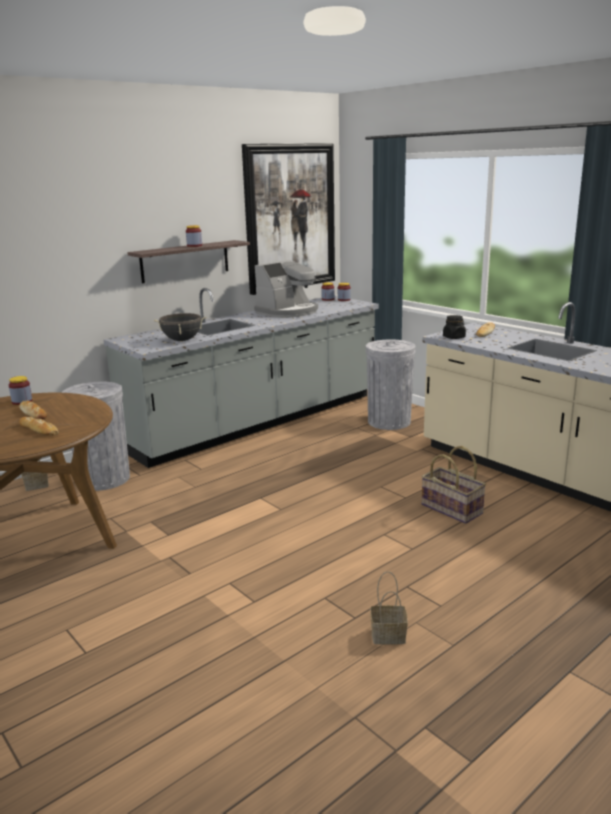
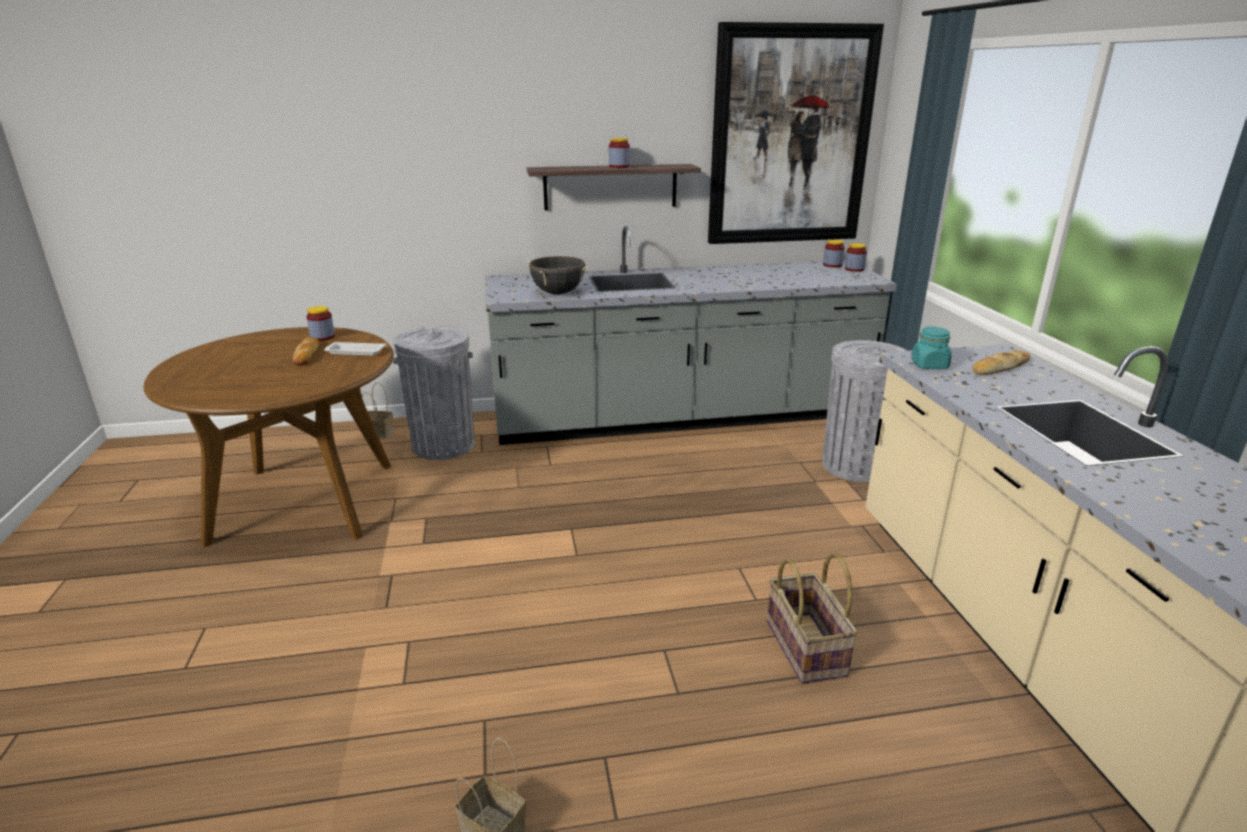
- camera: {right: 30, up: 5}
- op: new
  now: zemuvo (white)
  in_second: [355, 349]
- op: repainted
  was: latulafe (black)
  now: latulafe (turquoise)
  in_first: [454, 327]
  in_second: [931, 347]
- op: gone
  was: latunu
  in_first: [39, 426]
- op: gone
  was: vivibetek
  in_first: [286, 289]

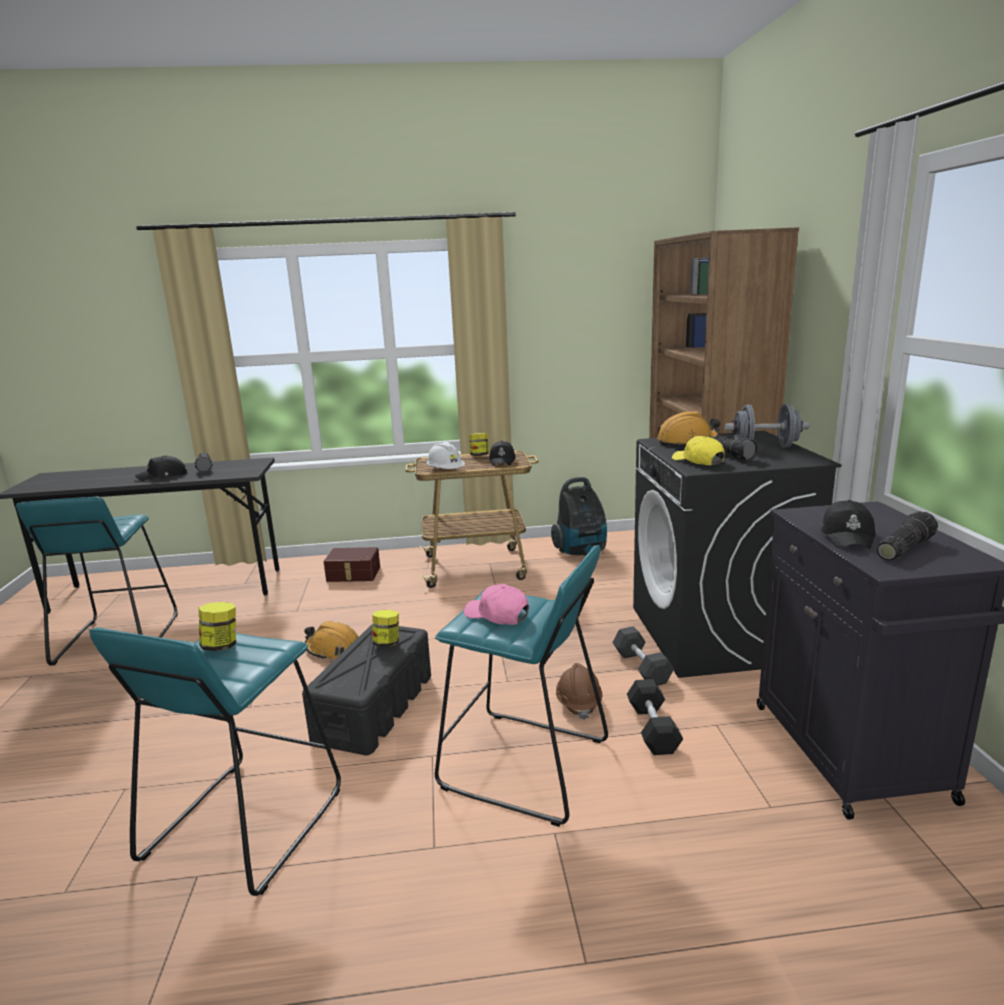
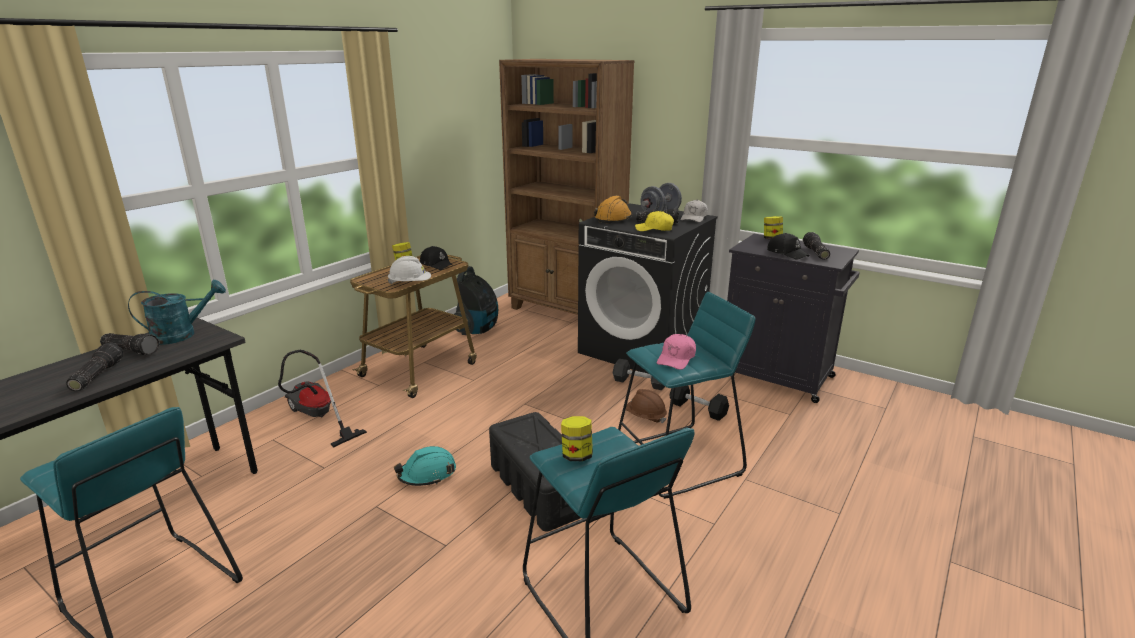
- camera: {right: -50, up: 5}
- op: swapped
  was: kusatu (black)
  now: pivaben
  in_first: [161, 468]
  in_second: [94, 367]
- op: new
  now: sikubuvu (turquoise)
  in_second: [177, 312]
- op: swapped
  was: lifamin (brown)
  now: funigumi
  in_first: [352, 564]
  in_second: [322, 399]
- op: repainted
  was: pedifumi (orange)
  now: pedifumi (turquoise)
  in_first: [331, 640]
  in_second: [425, 466]
- op: rotated
  was: kusatu (pink)
  in_first: [496, 604]
  in_second: [676, 352]
  clockwise: -45
- op: new
  now: kusatu (white)
  in_second: [694, 211]
- op: shifted
  was: latulafe
  in_first: [386, 628]
  in_second: [773, 227]

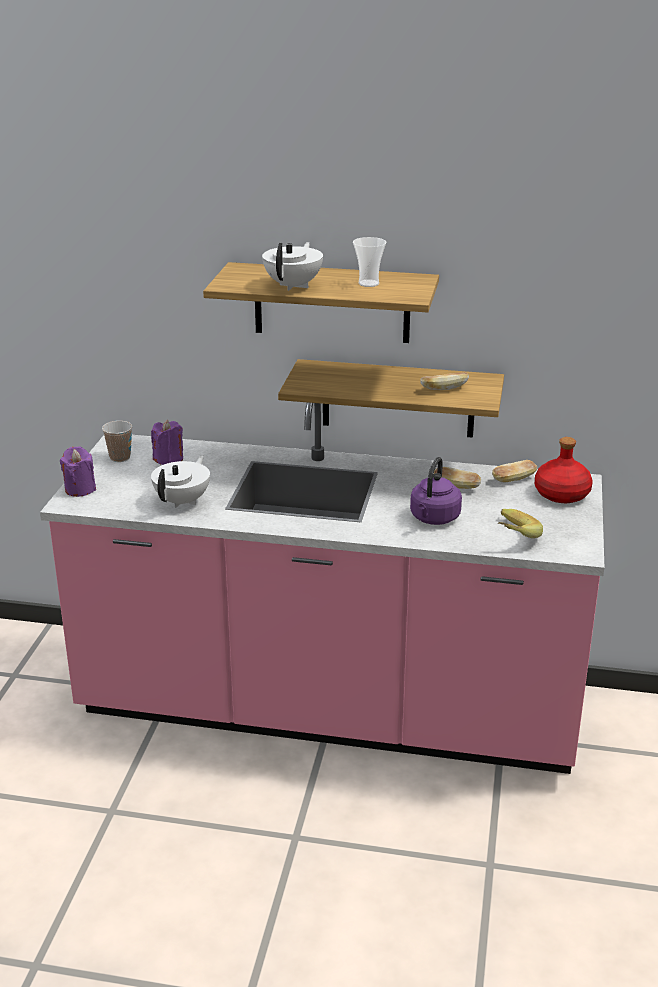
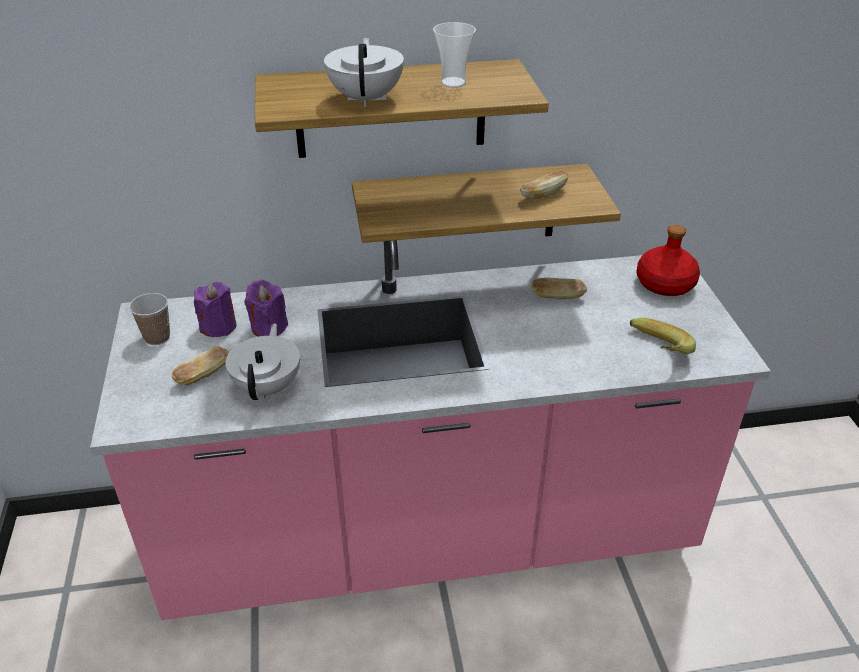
- camera: {right: -20, up: 10}
- op: shifted
  was: latunu
  in_first: [514, 471]
  in_second: [200, 366]
- op: shifted
  was: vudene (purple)
  in_first: [78, 471]
  in_second: [266, 308]
- op: gone
  was: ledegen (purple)
  in_first: [436, 491]

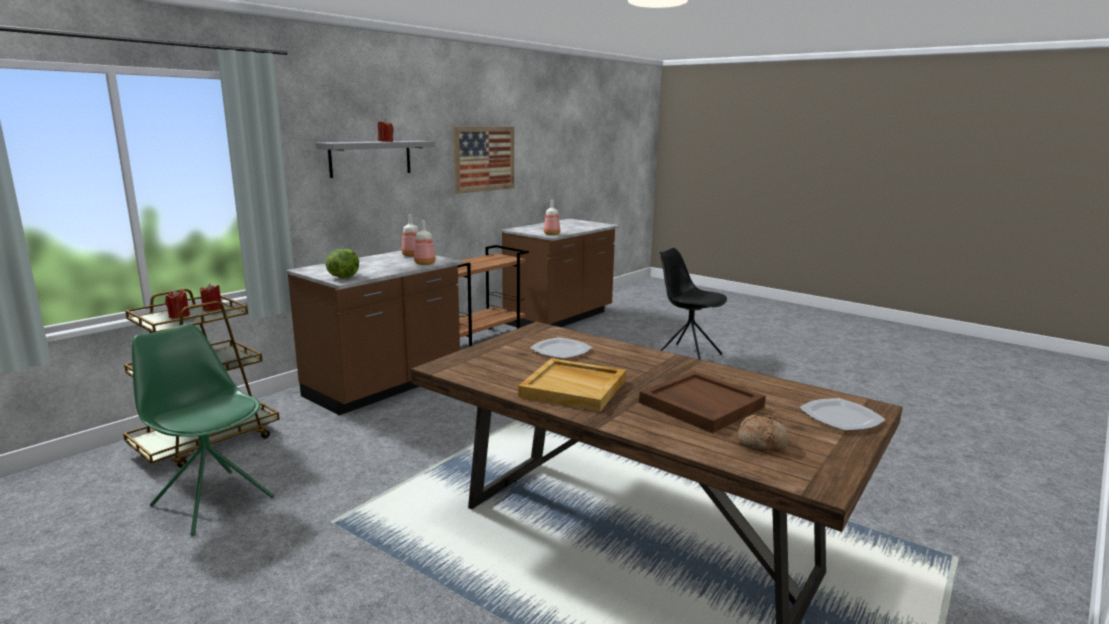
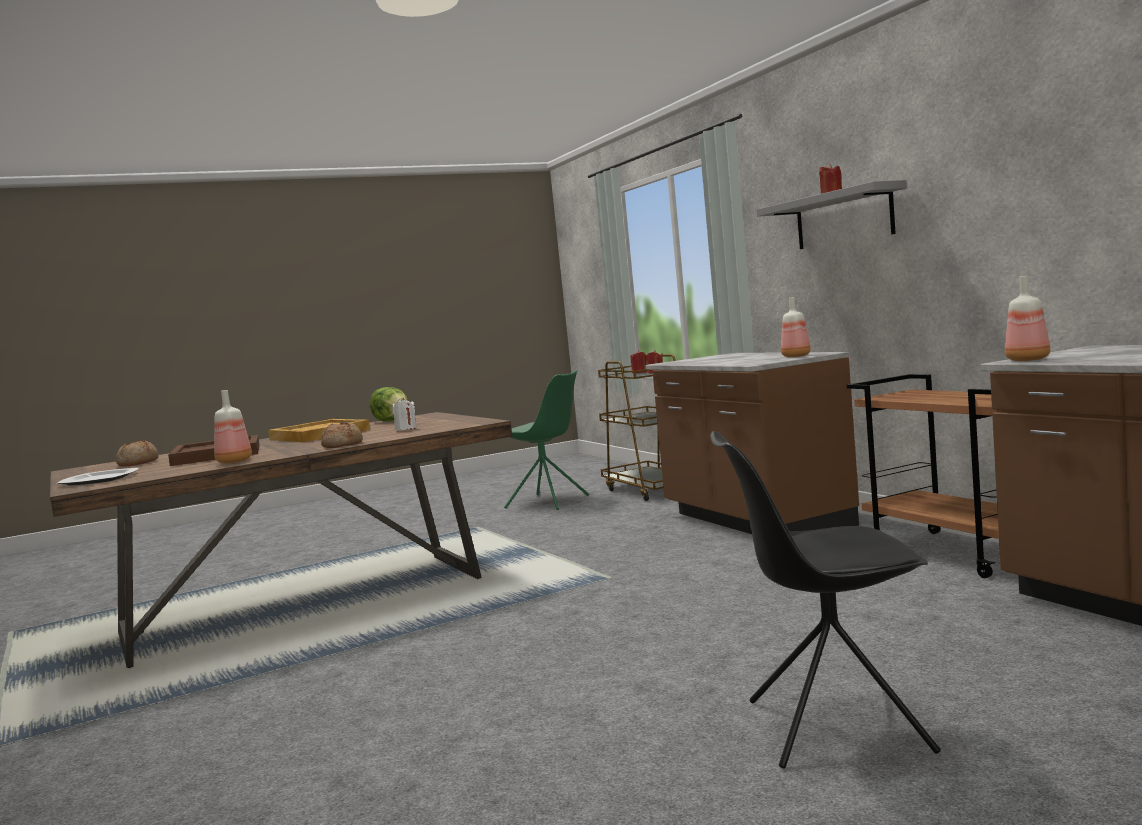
- camera: {right: 115, up: -10}
- op: shifted
  was: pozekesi
  in_first: [425, 242]
  in_second: [233, 427]
- op: new
  now: latunu
  in_second: [342, 435]
- op: shifted
  was: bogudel
  in_first: [342, 263]
  in_second: [389, 404]
- op: swapped
  was: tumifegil
  now: vudene (white)
  in_first: [561, 348]
  in_second: [405, 414]
- op: rotated
  was: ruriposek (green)
  in_first: [203, 430]
  in_second: [546, 440]
  clockwise: 60
- op: rotated
  was: ruriposek (black)
  in_first: [693, 304]
  in_second: [825, 600]
  clockwise: -150
- op: gone
  was: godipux
  in_first: [483, 160]

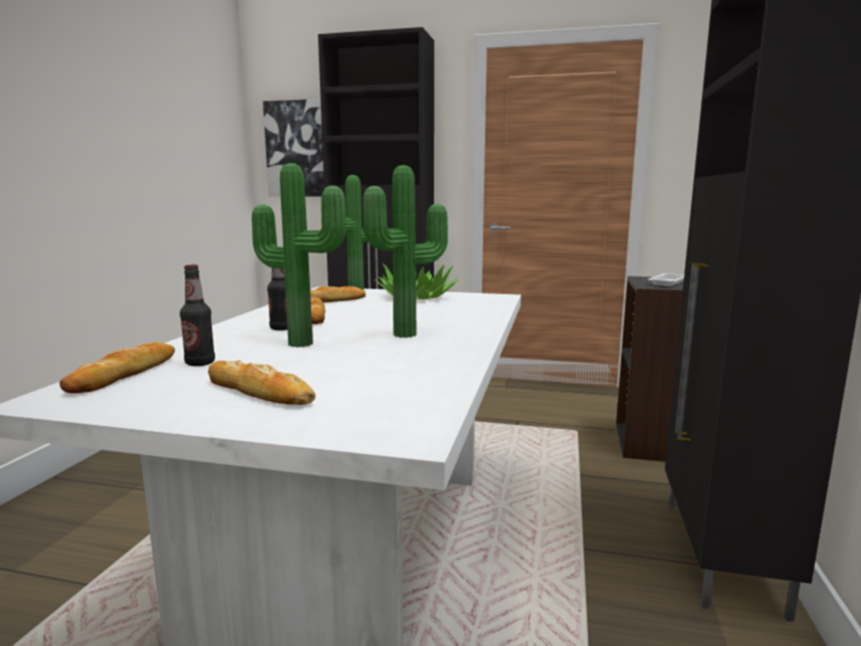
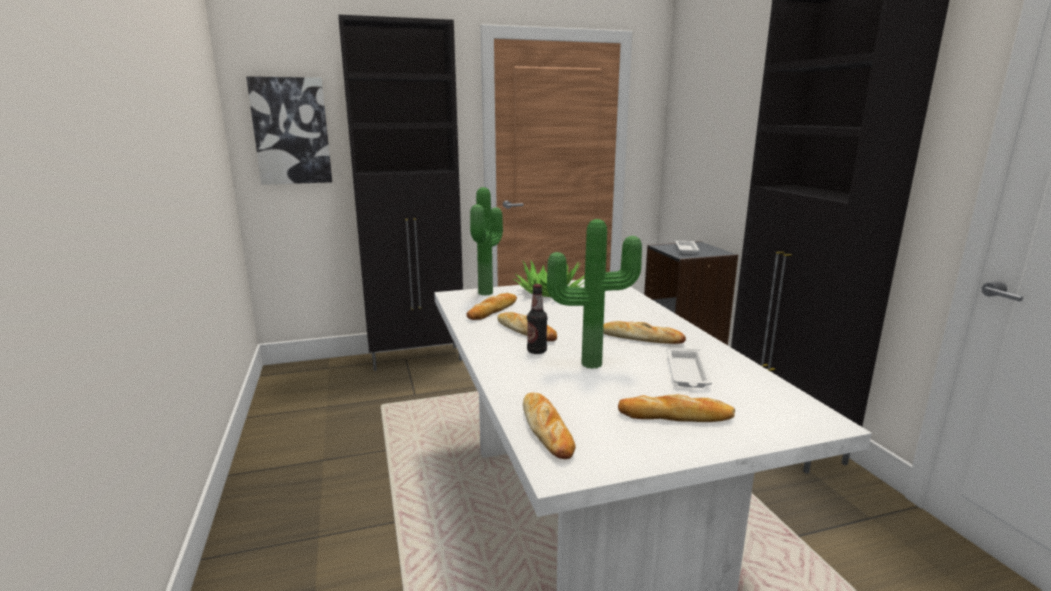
- camera: {right: -30, up: 5}
- op: swapped
  was: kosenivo
  now: latunu
  in_first: [405, 251]
  in_second: [644, 332]
- op: new
  now: zemuvo (white)
  in_second: [689, 367]
- op: gone
  was: pozekesi
  in_first: [197, 315]

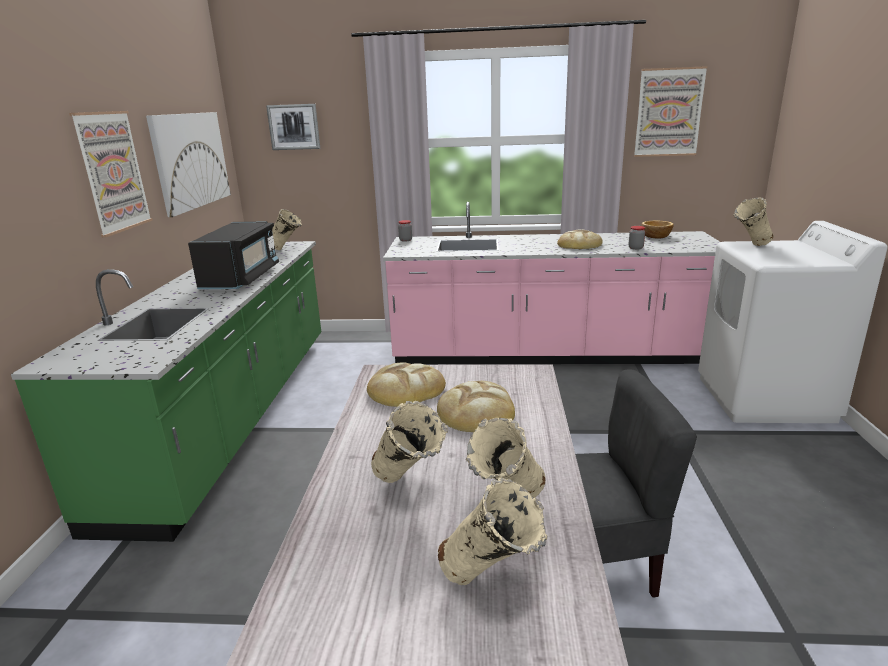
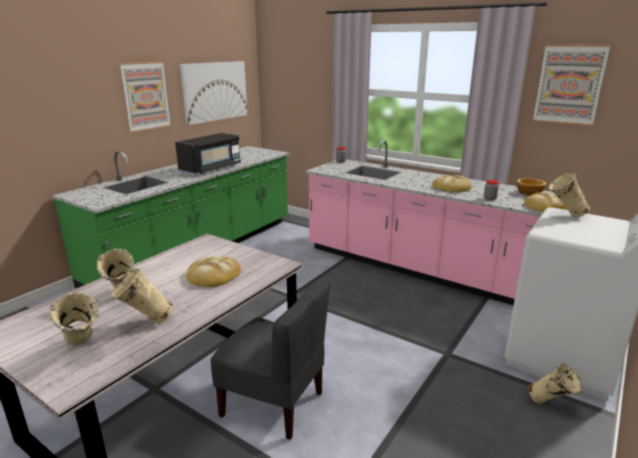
- camera: {right: 30, up: 0}
- op: shifted
  was: latunu
  in_first: [406, 384]
  in_second: [546, 202]
- op: shifted
  was: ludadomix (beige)
  in_first: [287, 229]
  in_second: [555, 383]
- op: gone
  was: godipux
  in_first: [293, 127]

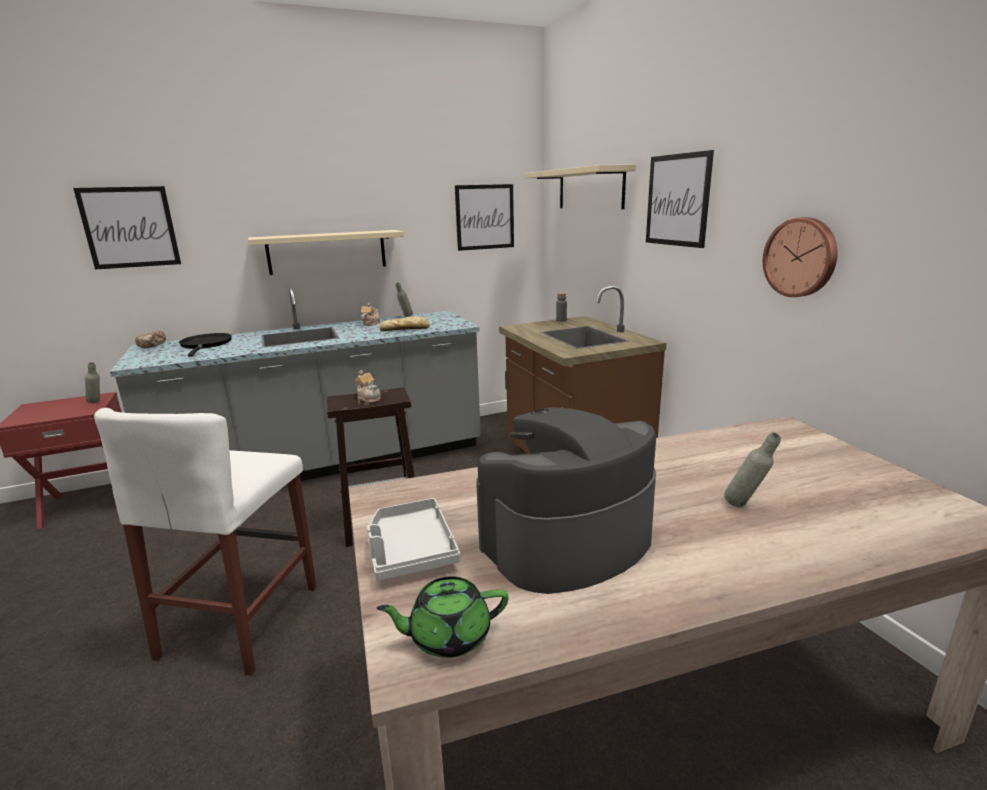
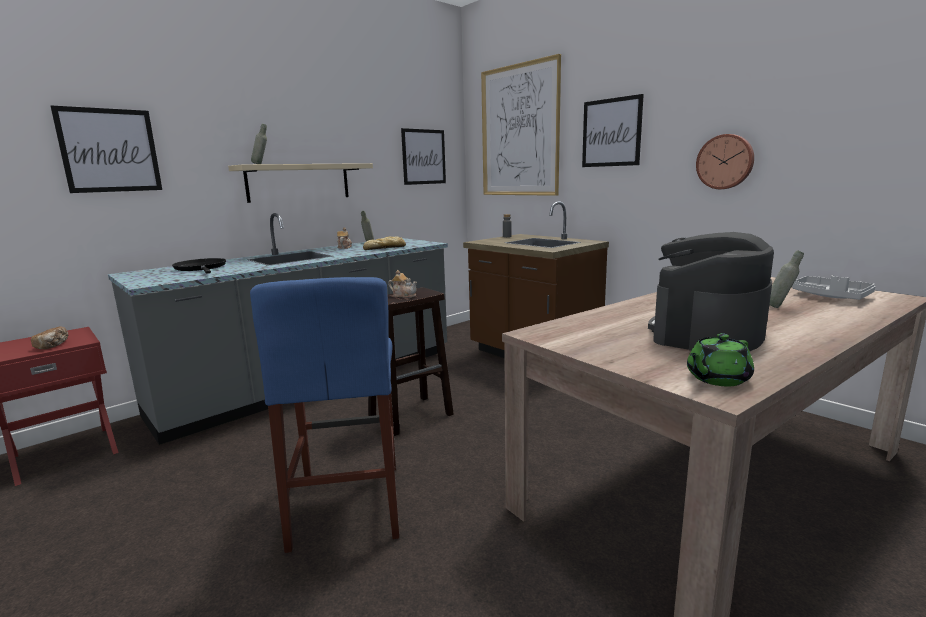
- camera: {right: -20, up: -5}
- op: shifted
  was: latunu
  in_first: [150, 339]
  in_second: [50, 337]
- op: repainted
  was: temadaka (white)
  now: temadaka (blue)
  in_first: [205, 542]
  in_second: [324, 415]
- op: shifted
  was: pozekesi (grey)
  in_first: [92, 382]
  in_second: [259, 144]
- op: swapped
  was: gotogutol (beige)
  now: godipux
  in_first: [580, 186]
  in_second: [521, 125]
- op: shifted
  was: zemuvo (grey)
  in_first: [413, 539]
  in_second: [834, 288]

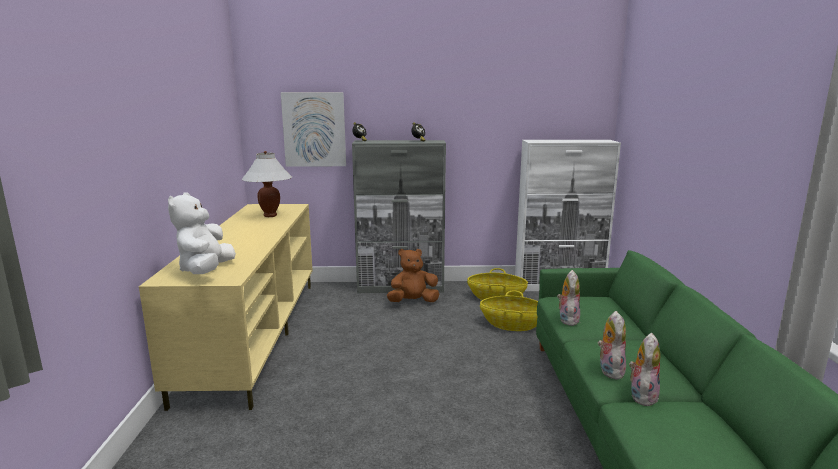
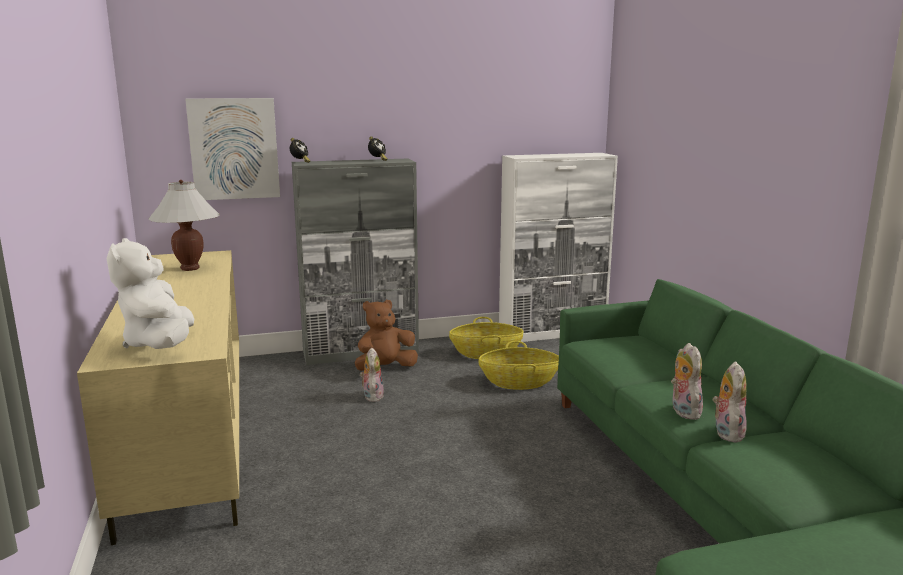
- camera: {right: -15, up: 0}
- op: shifted
  was: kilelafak
  in_first: [568, 298]
  in_second: [372, 374]

